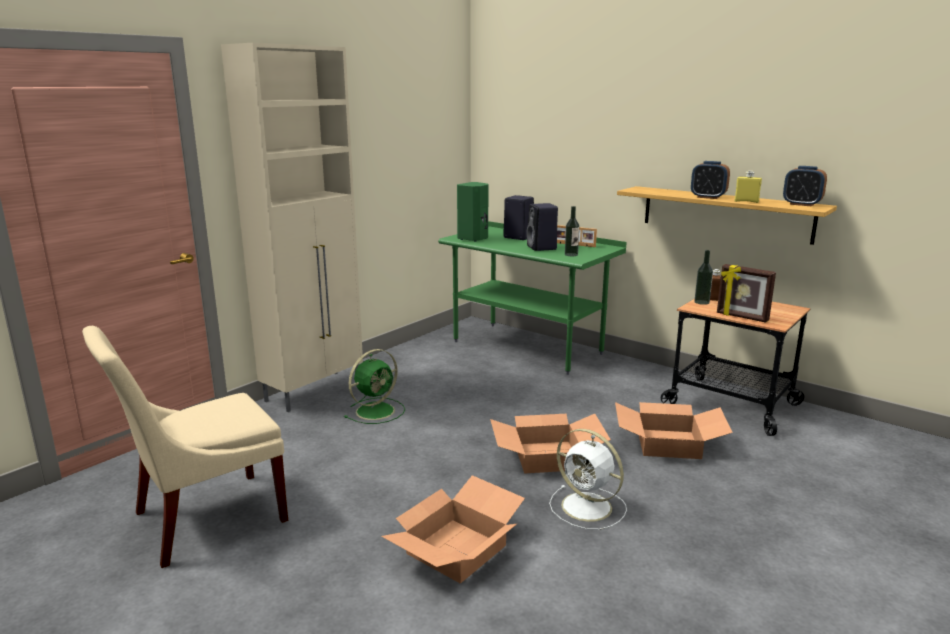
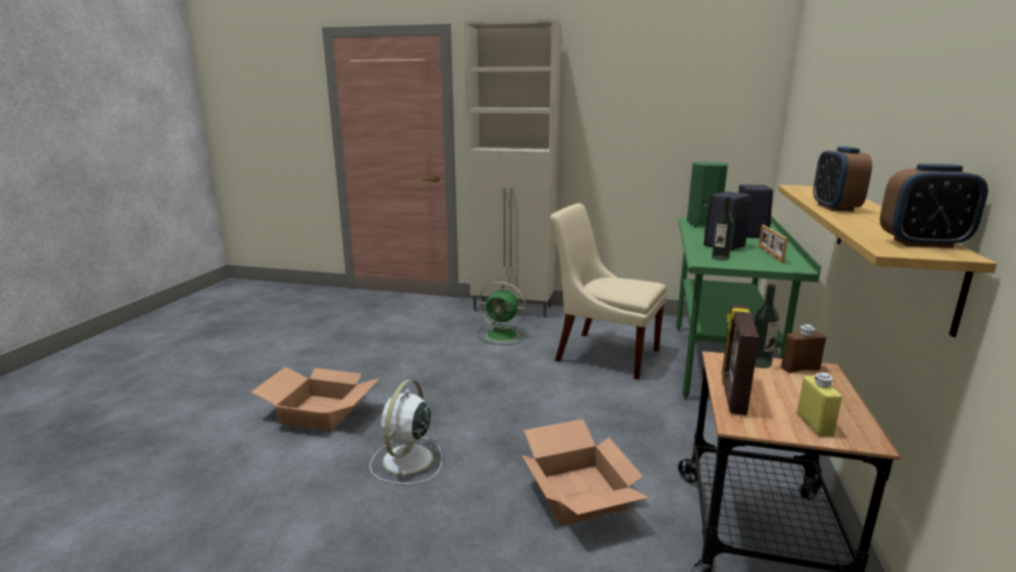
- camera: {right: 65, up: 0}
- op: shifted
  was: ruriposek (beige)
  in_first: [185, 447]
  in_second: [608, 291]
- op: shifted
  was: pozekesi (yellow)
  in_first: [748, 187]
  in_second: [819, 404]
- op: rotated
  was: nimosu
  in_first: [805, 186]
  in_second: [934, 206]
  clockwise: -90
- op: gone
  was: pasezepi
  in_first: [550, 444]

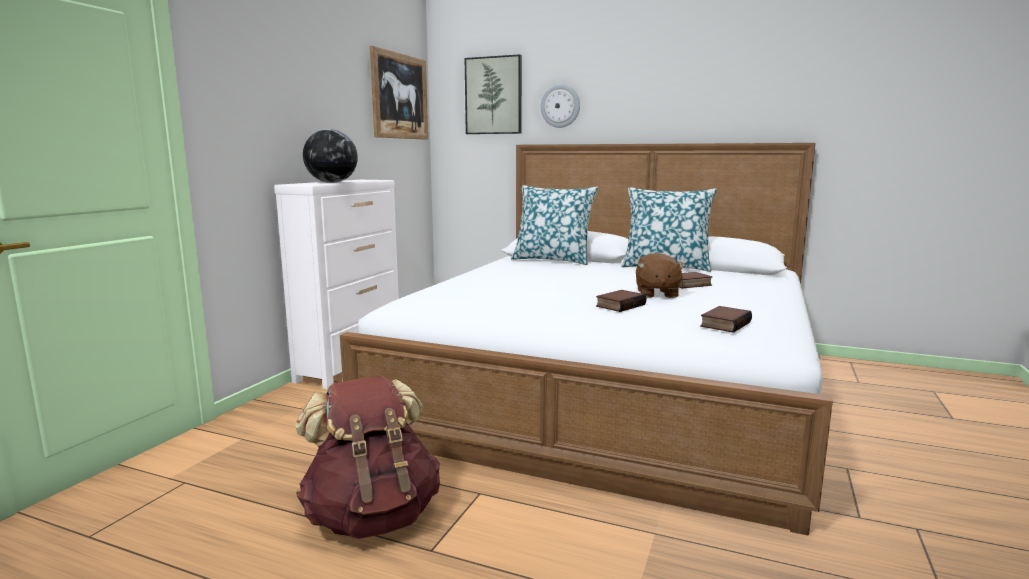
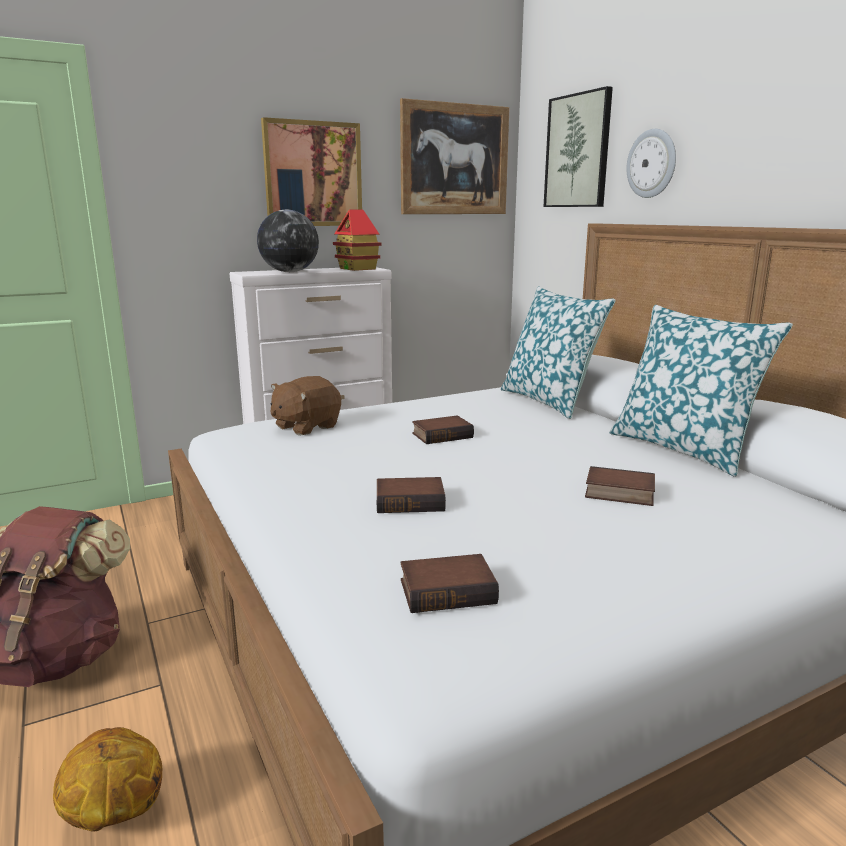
- camera: {right: 40, up: 5}
- op: new
  now: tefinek
  in_second: [107, 779]
- op: new
  now: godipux
  in_second: [311, 171]
- op: shifted
  was: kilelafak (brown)
  in_first: [661, 275]
  in_second: [306, 406]
- op: new
  now: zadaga
  in_second: [357, 240]
- op: new
  now: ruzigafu
  in_second: [443, 429]

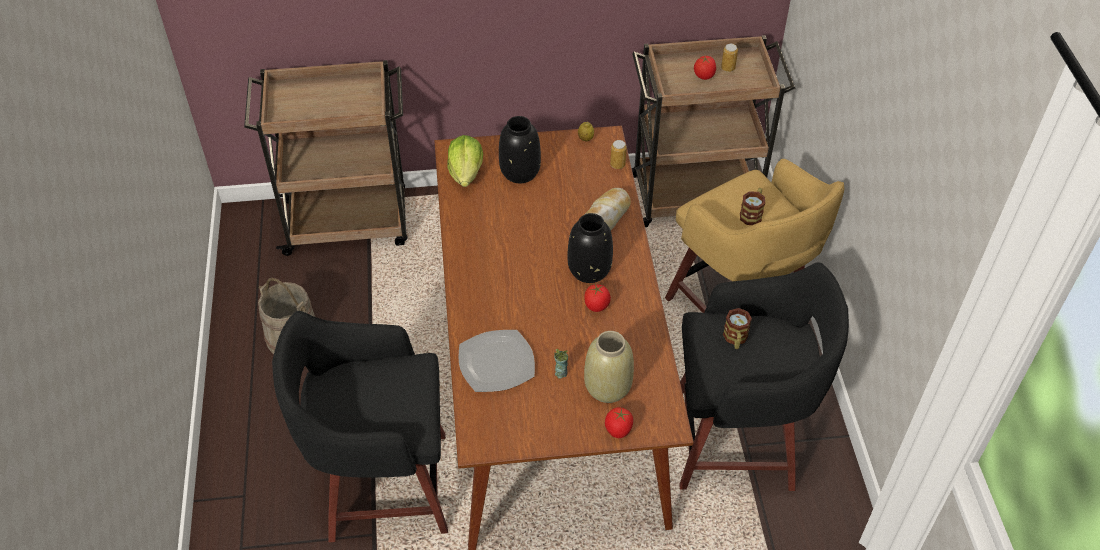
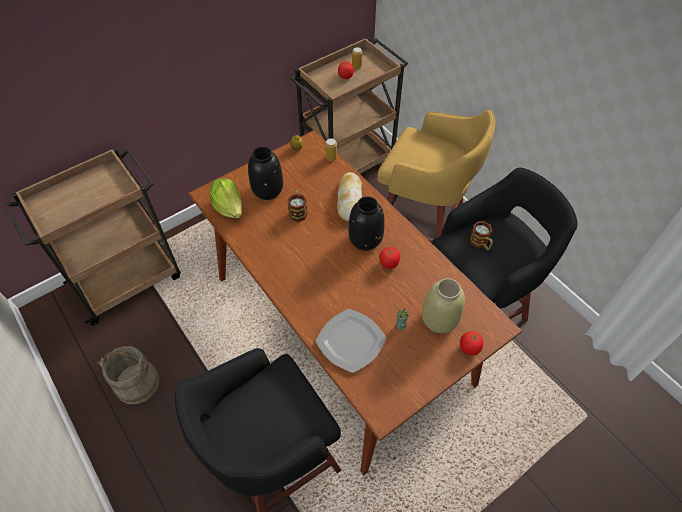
- camera: {right: -30, up: 5}
- op: shifted
  was: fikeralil
  in_first: [752, 206]
  in_second: [297, 205]

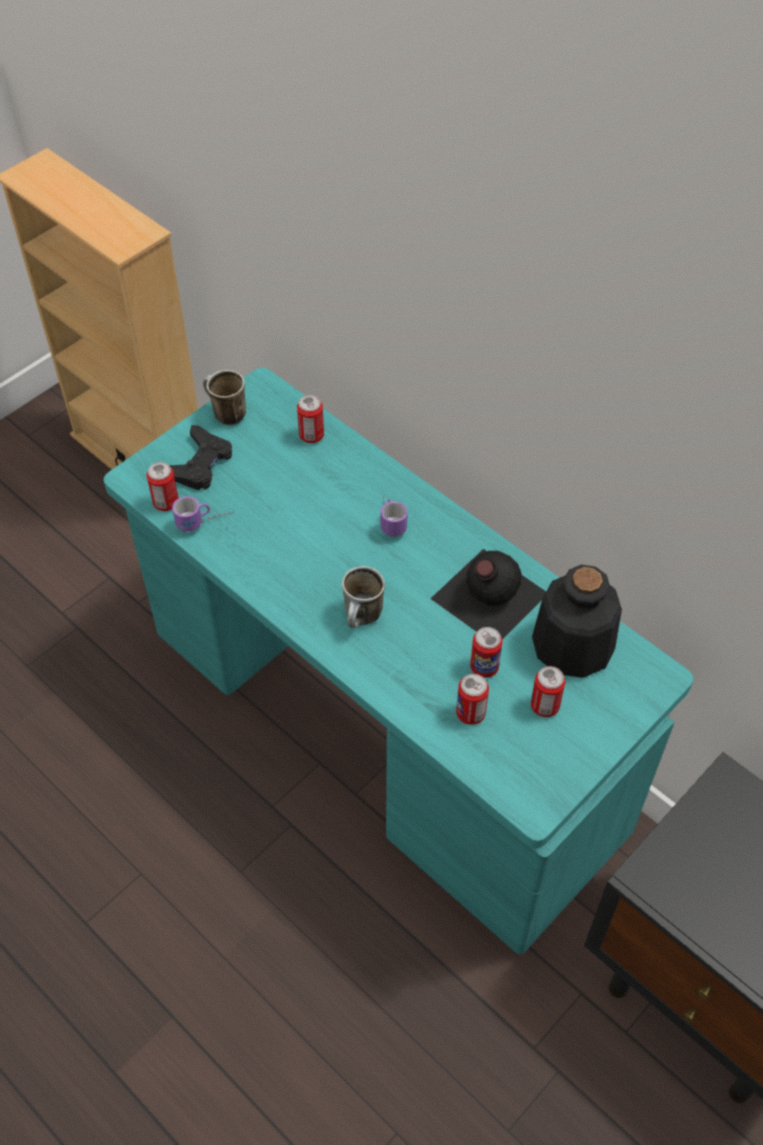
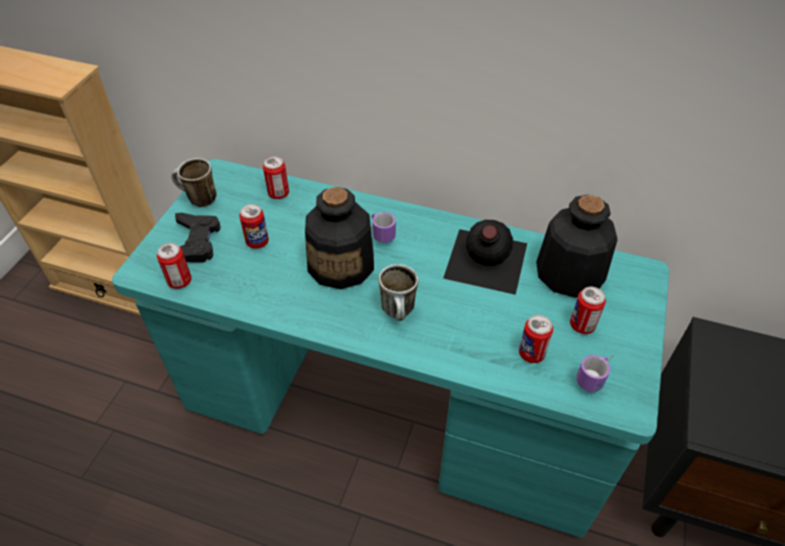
- camera: {right: -25, up: -5}
- op: shifted
  was: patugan
  in_first: [486, 652]
  in_second: [254, 226]
- op: new
  now: pozekesi
  in_second: [339, 238]
- op: shifted
  was: fikeralil
  in_first: [202, 514]
  in_second: [595, 373]

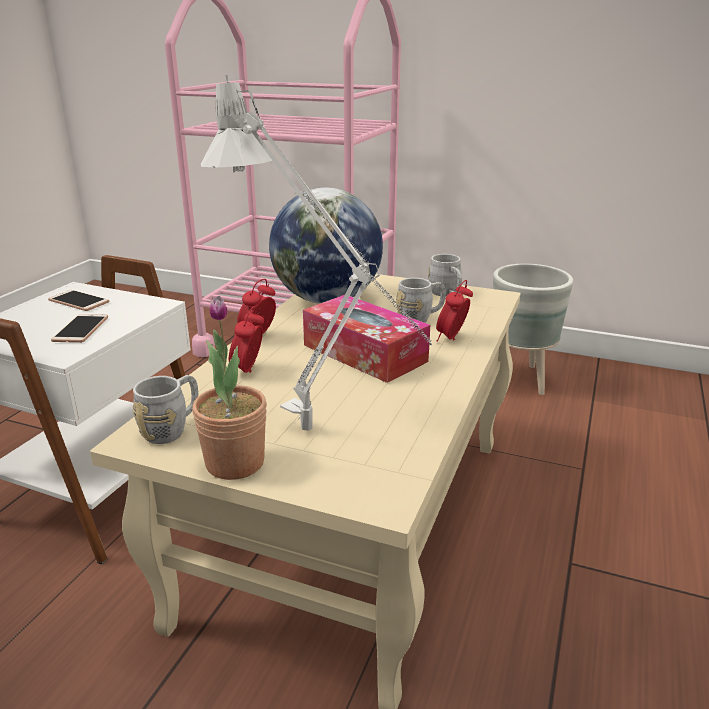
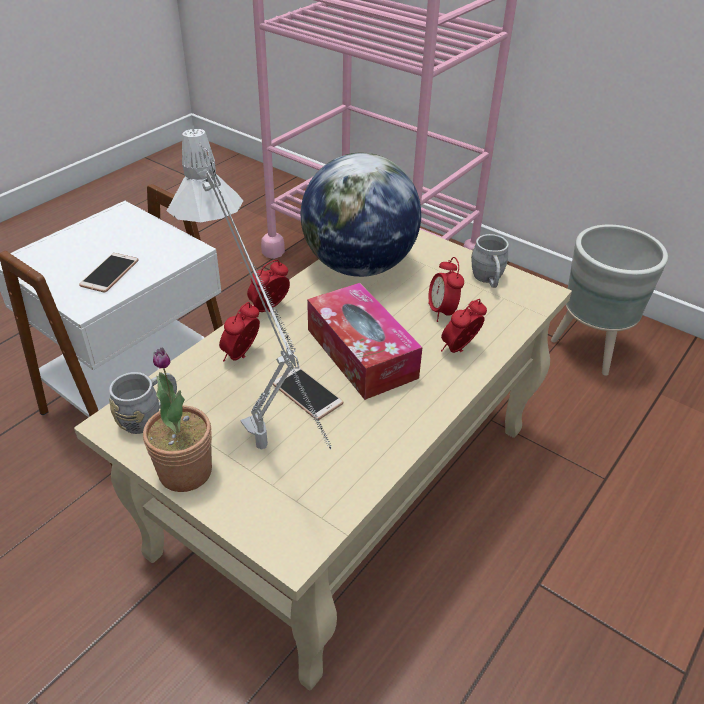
- camera: {right: 15, up: 15}
- op: shifted
  was: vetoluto
  in_first: [78, 300]
  in_second: [308, 393]
- op: swapped
  was: fikeralil (grey)
  now: nimosu
  in_first: [421, 300]
  in_second: [446, 289]

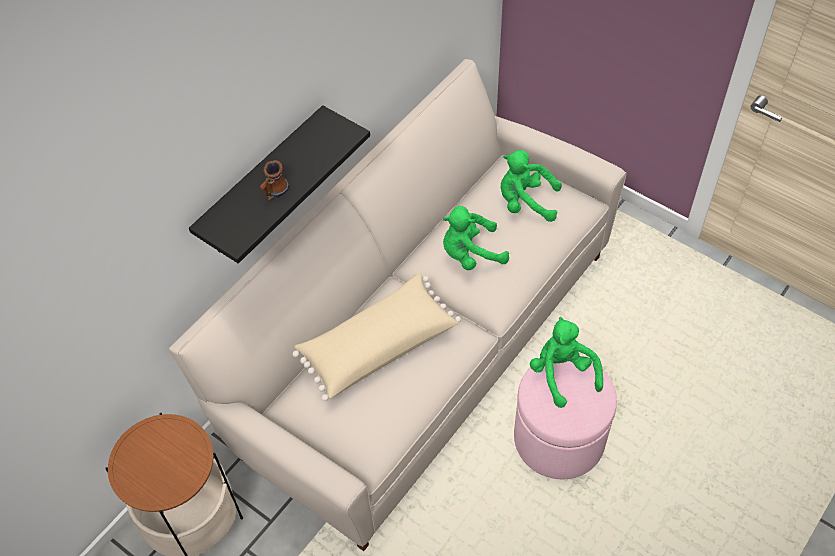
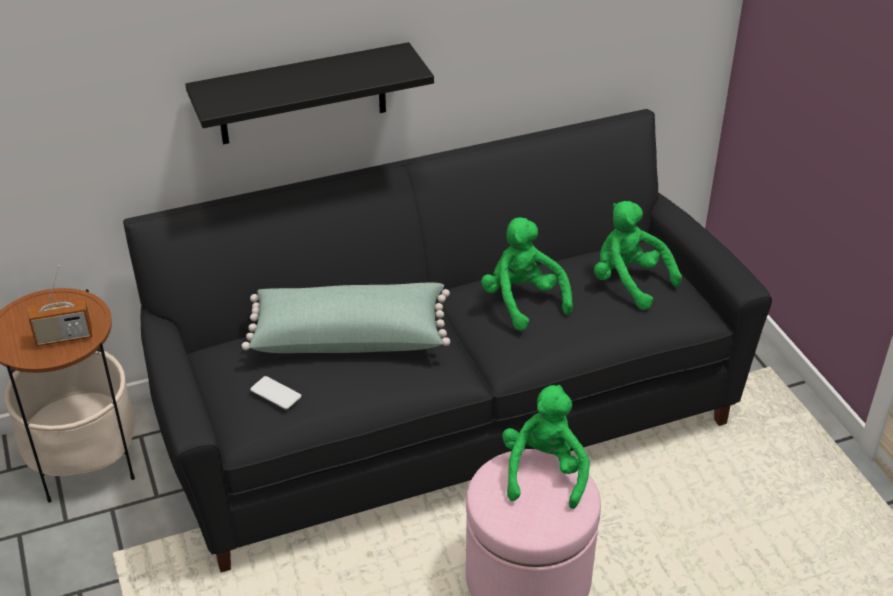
- camera: {right: 30, up: -15}
- op: new
  now: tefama
  in_second: [60, 305]
- op: repainted
  was: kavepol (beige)
  now: kavepol (black)
  in_first: [398, 305]
  in_second: [447, 340]
- op: repainted
  was: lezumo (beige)
  now: lezumo (green)
  in_first: [376, 337]
  in_second: [346, 318]
- op: new
  now: vetoluto
  in_second: [275, 392]
- op: rotated
  was: kilelafak (green)
  in_first: [476, 238]
  in_second: [527, 274]
  clockwise: 45
- op: gone
  was: fikeralil
  in_first: [274, 180]

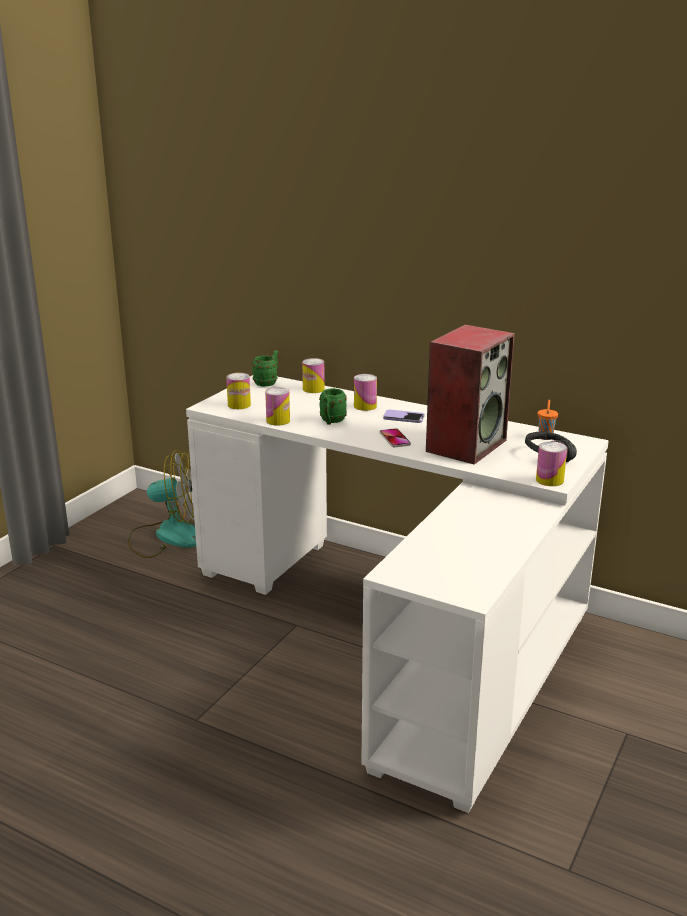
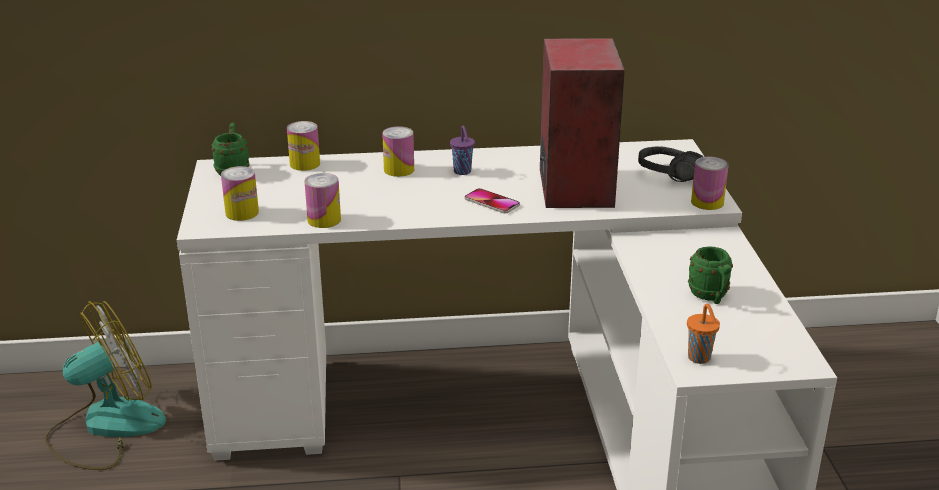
- camera: {right: -35, up: 5}
- op: swapped
  was: vetoluto
  now: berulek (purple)
  in_first: [404, 416]
  in_second: [462, 150]
- op: shifted
  was: berulek (orange)
  in_first: [548, 420]
  in_second: [703, 334]
- op: shifted
  was: fikeralil (green)
  in_first: [333, 406]
  in_second: [710, 275]

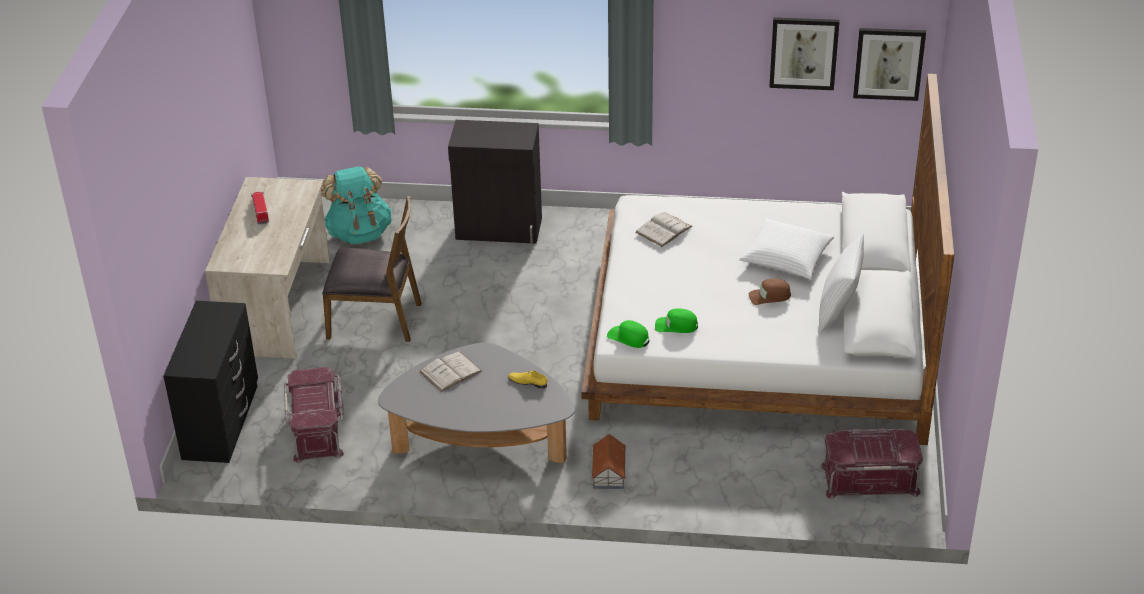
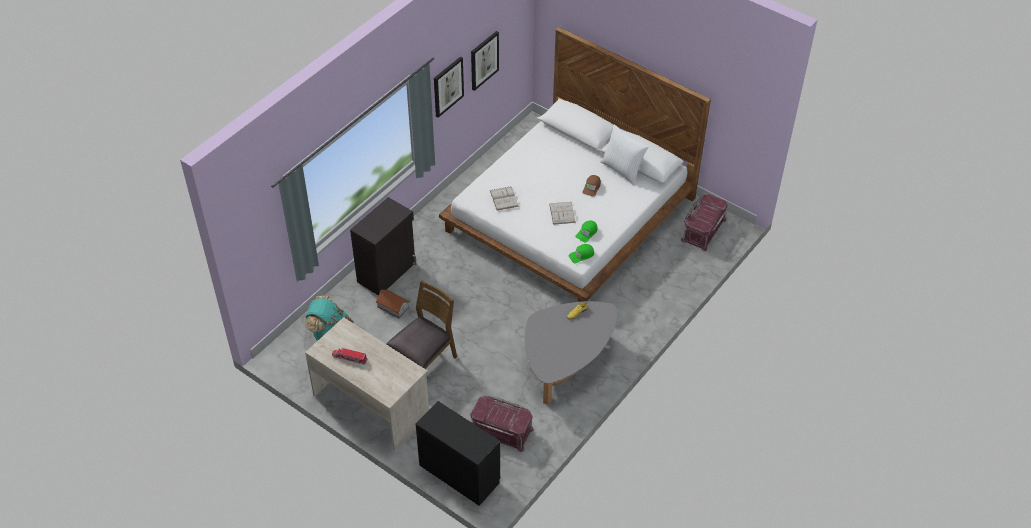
- camera: {right: -60, up: 10}
- op: shifted
  was: zadaga
  in_first: [608, 461]
  in_second: [393, 304]
- op: shifted
  was: godipux
  in_first: [889, 64]
  in_second: [449, 87]
- op: shifted
  was: ruzigafu (white)
  in_first: [451, 371]
  in_second: [562, 213]
- op: gone
  was: lezumo (white)
  in_first: [786, 248]

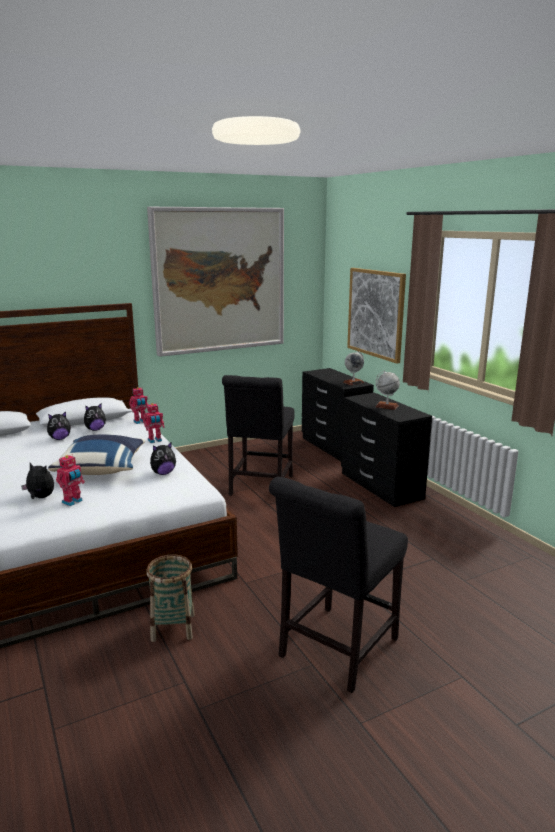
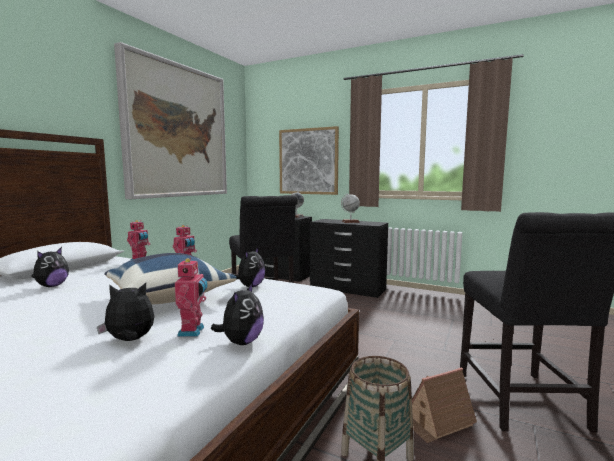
- camera: {right: -35, up: -10}
- op: shifted
  was: kilelafak
  in_first: [95, 417]
  in_second: [237, 313]
- op: new
  now: zadaga
  in_second: [444, 405]

